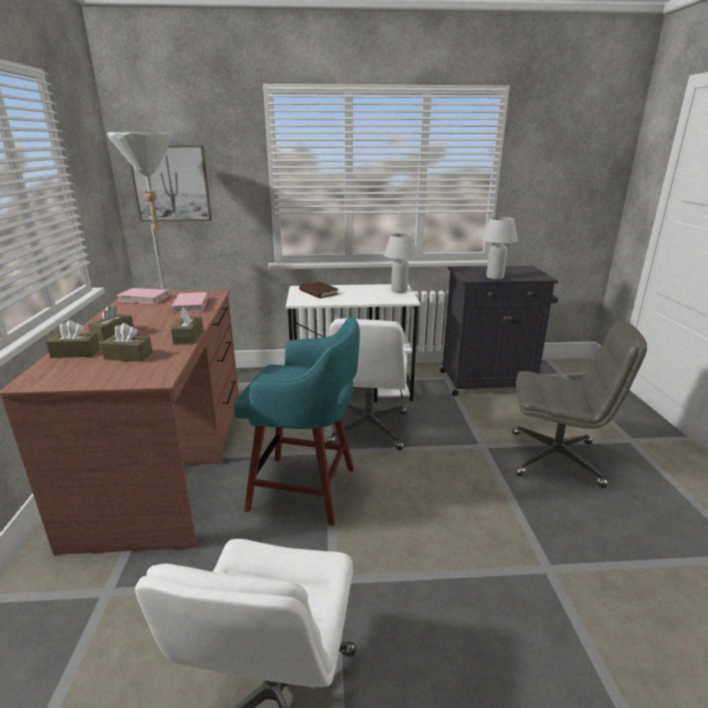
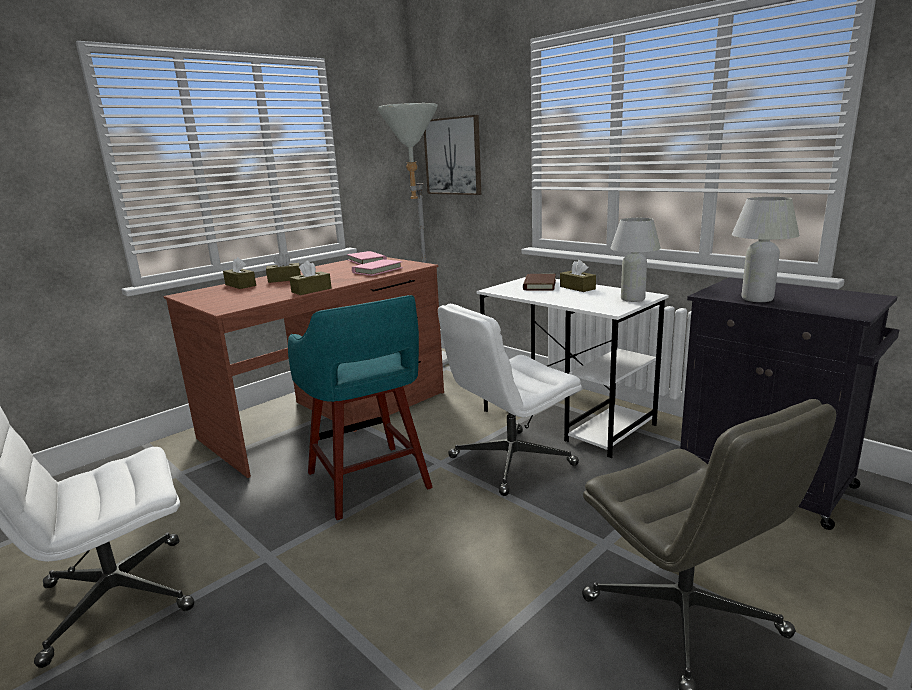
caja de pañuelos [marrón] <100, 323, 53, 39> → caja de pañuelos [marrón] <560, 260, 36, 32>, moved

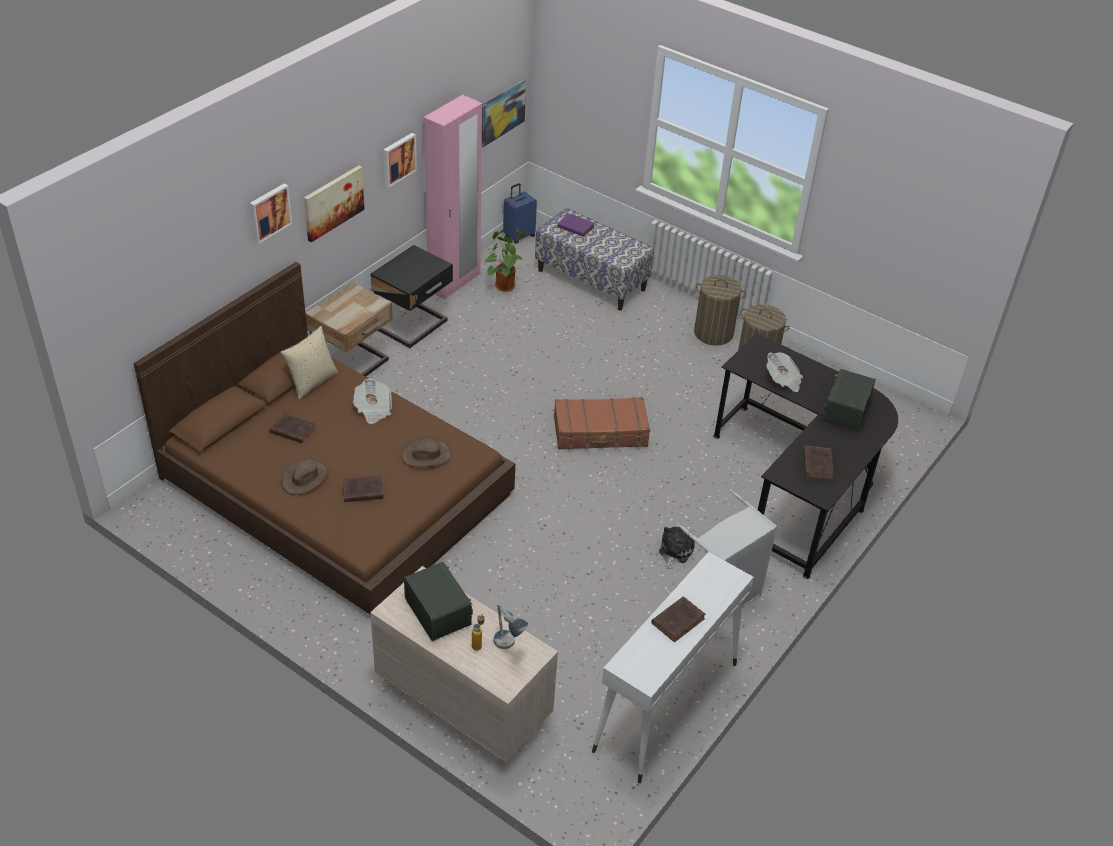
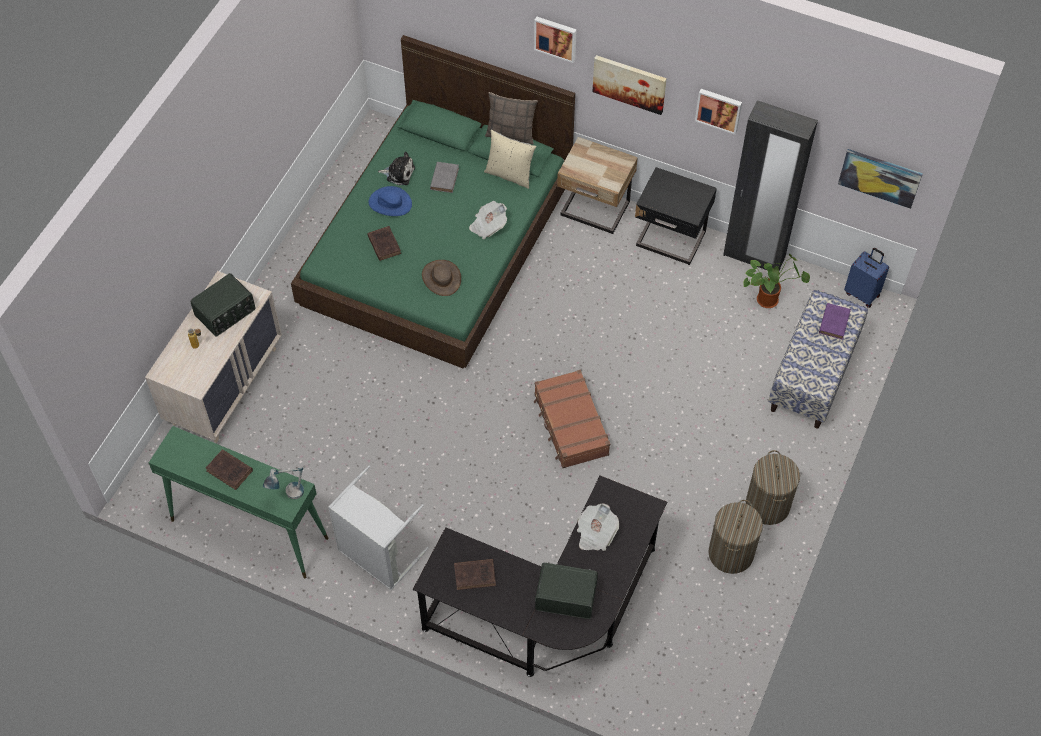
armario ropero [rosa] <424, 95, 58, 205> → armario ropero [negro] <723, 100, 95, 170>
cama [marrón] <133, 262, 382, 352> → cama [verde] <291, 35, 284, 334>
libro [marrón] <269, 413, 46, 30> → libro [gris] <430, 162, 29, 31>
sombrero [marrón] <281, 459, 48, 36> → sombrero [azul] <368, 186, 44, 30>
peluche <659, 527, 36, 42> → peluche <378, 151, 37, 34>, moved
mesa consola [blanco] <592, 552, 162, 231> → mesa consola [verde] <149, 426, 180, 152>
lámpara de mesa <494, 605, 34, 44> → lámpara de mesa <263, 468, 41, 31>, moved
- → cojín <485, 92, 53, 53>

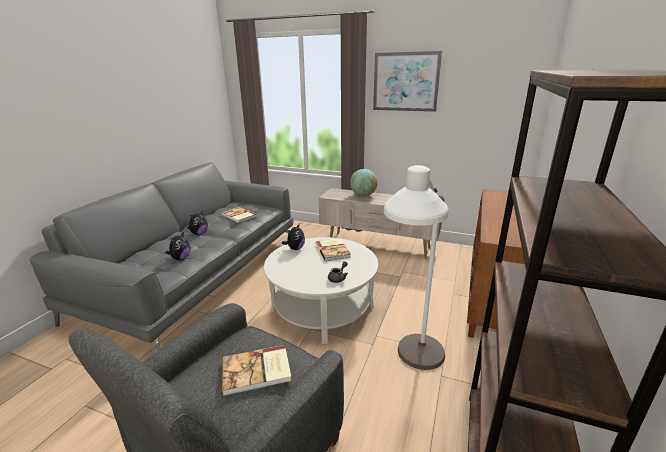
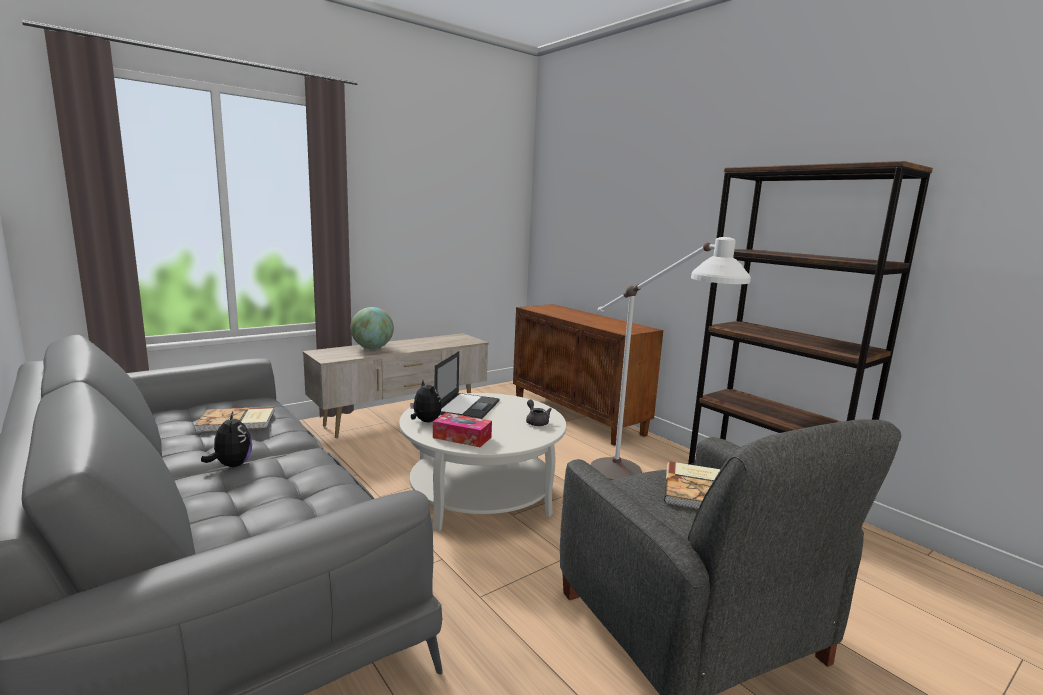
cuadro <373, 51, 69, 61> → -
peluche <166, 231, 25, 29> → -
libro <316, 238, 35, 23> → portátil <435, 351, 64, 68>
- → caja de pañuelos <433, 413, 59, 34>

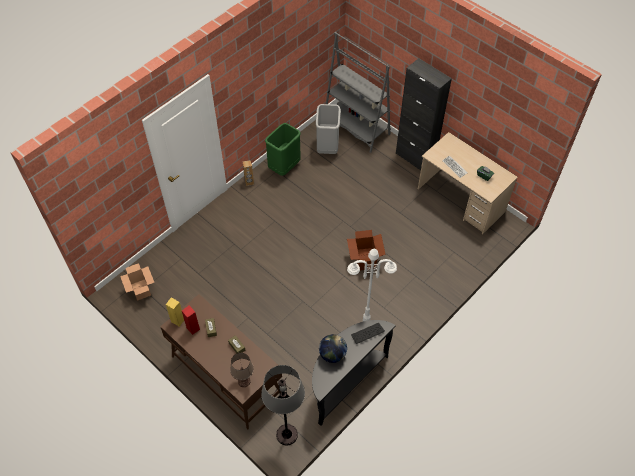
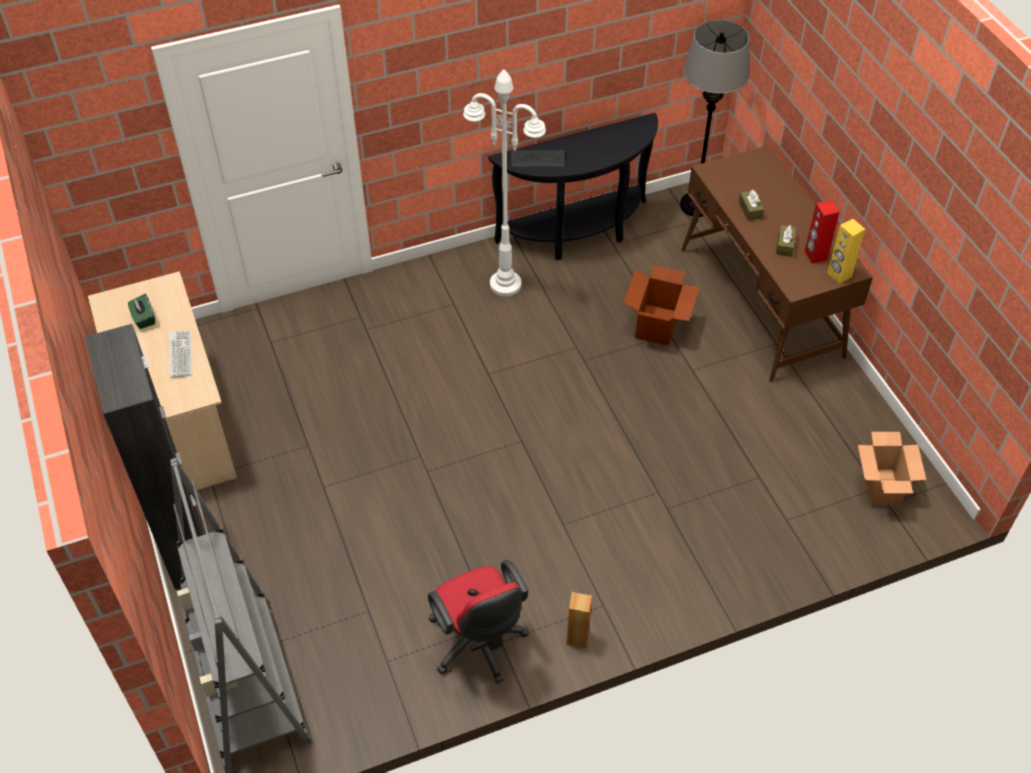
papelera [gris] <316, 104, 25, 50> → -
papelera [verde] <265, 123, 36, 53> → silla de oficina [rojo] <428, 560, 101, 124>
caja de cartón <347, 230, 39, 40> → caja de cartón <624, 265, 76, 81>, moved
globo terráqueo <319, 334, 28, 29> → -
lámpara de mesa [marrón] <230, 353, 24, 34> → -

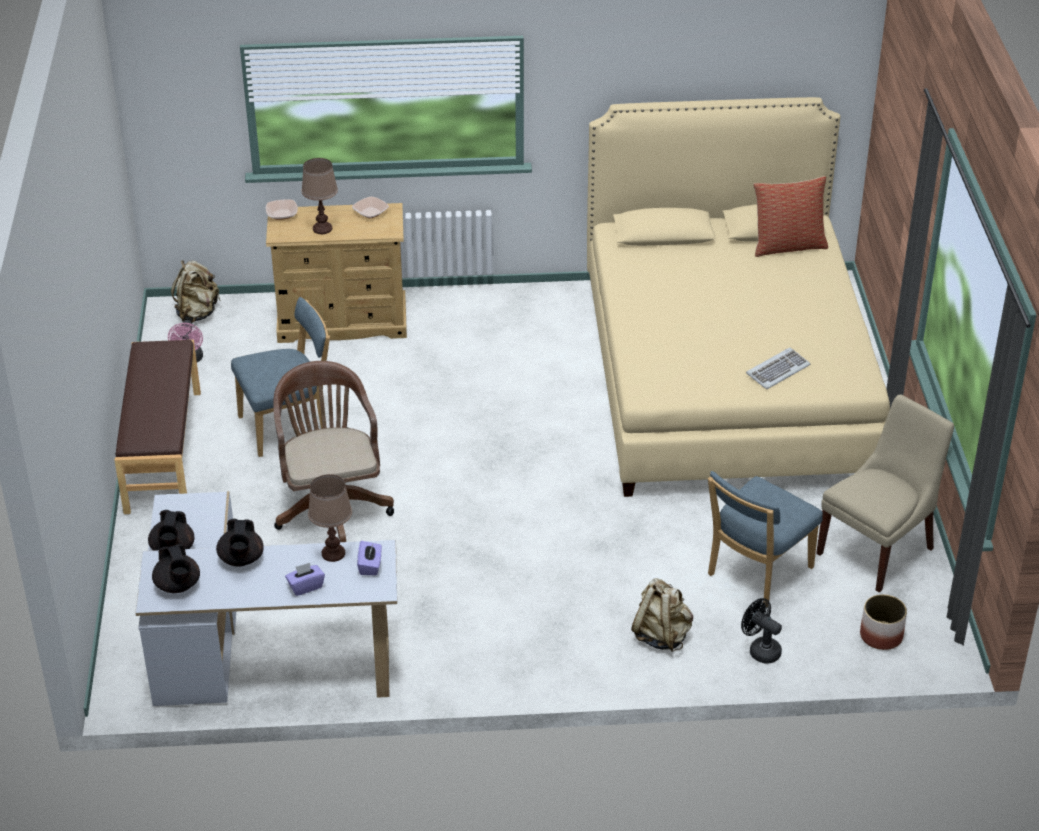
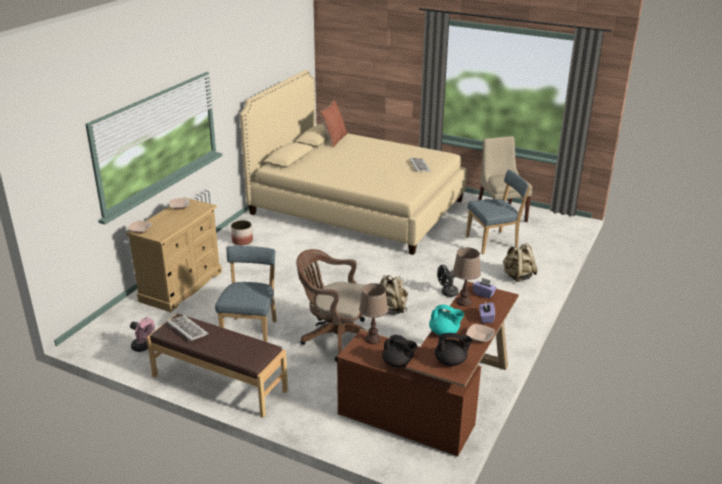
lámpara de mesa [marrón] <301, 158, 37, 76> → lámpara de mesa [marrón] <359, 283, 29, 61>, moved
mochila [beis] <171, 260, 50, 63> → mochila [beis] <379, 275, 29, 40>, moved
silla [azul] <708, 471, 115, 136> → silla [azul] <466, 169, 65, 85>, 90 degrees counterclockwise
escritorio [blanco] <135, 491, 262, 215> → escritorio [marrón] <337, 281, 182, 176>
tetera [negro] <216, 519, 48, 48> → tetera [turquesa] <429, 305, 35, 30>
maceta <860, 594, 47, 56> → maceta <231, 220, 22, 25>, moved
ventilador [negro] <741, 598, 41, 66> → ventilador [negro] <437, 265, 22, 32>, moved
- → teclado <167, 315, 42, 26>
- → cuenco <466, 324, 29, 19>

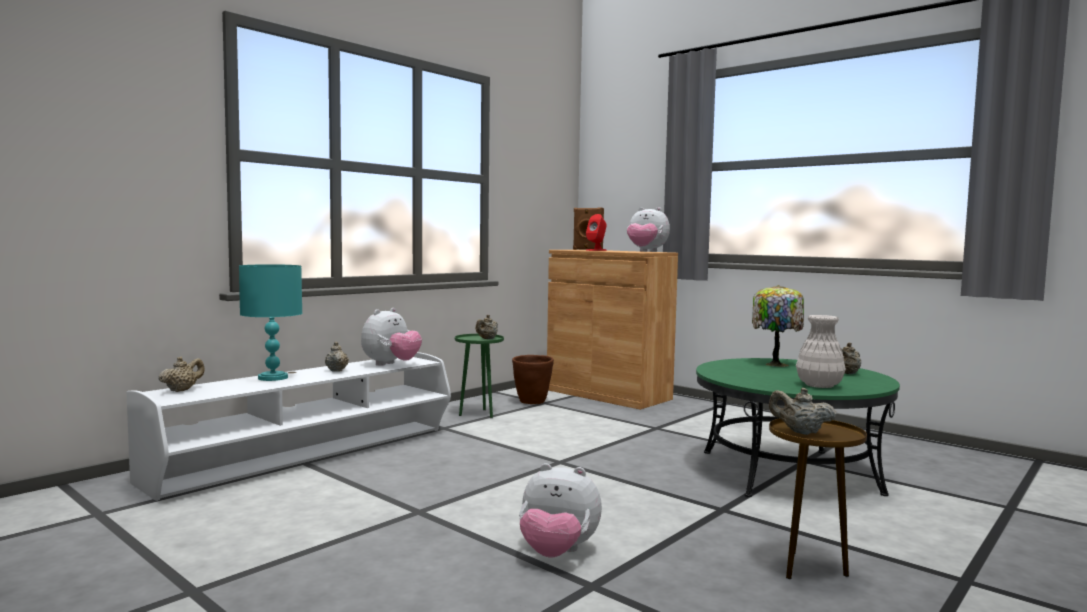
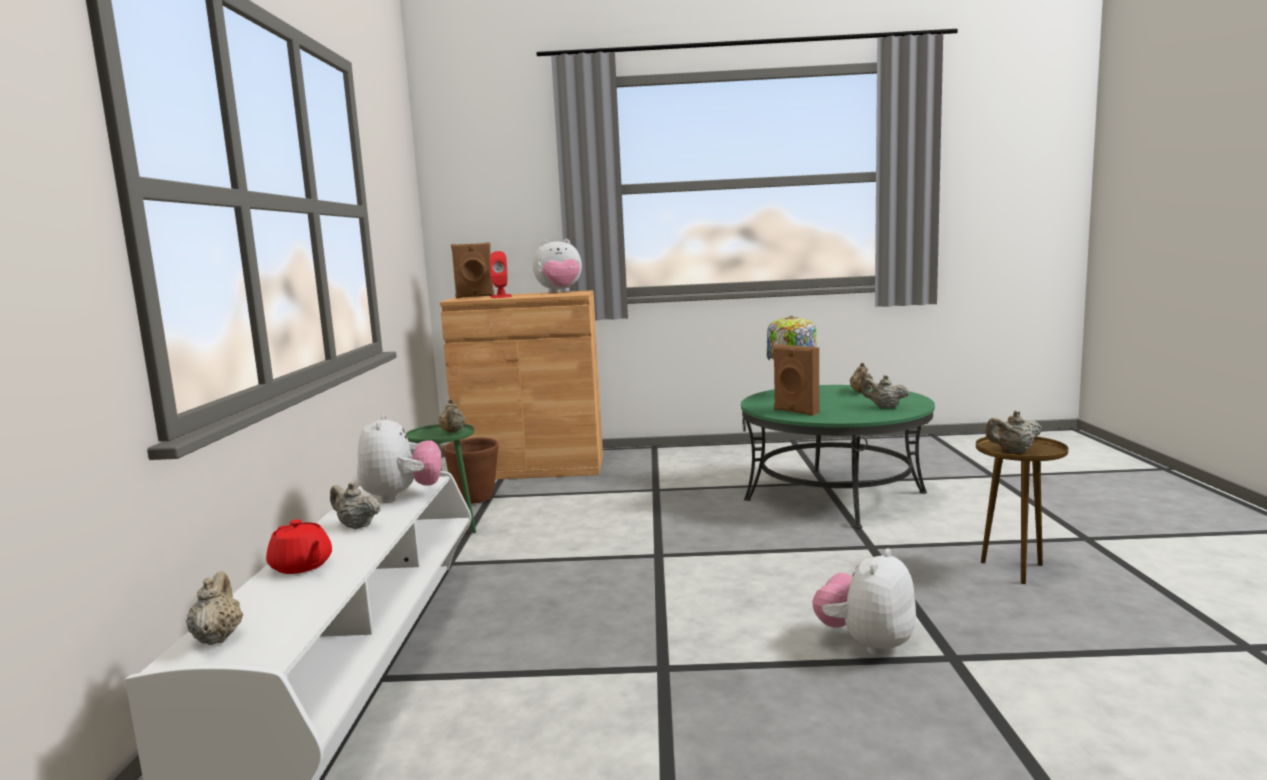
lámpara de mesa [turquesa] <239, 264, 63, 117> → tetera [rojo] <266, 519, 66, 55>
florero [blanco] <796, 315, 50, 73> → tetera [beis] <861, 375, 48, 34>
peluche <519, 463, 83, 94> → peluche <812, 548, 104, 108>, 150 degrees clockwise
- → altavoz [marrón] <773, 345, 46, 71>

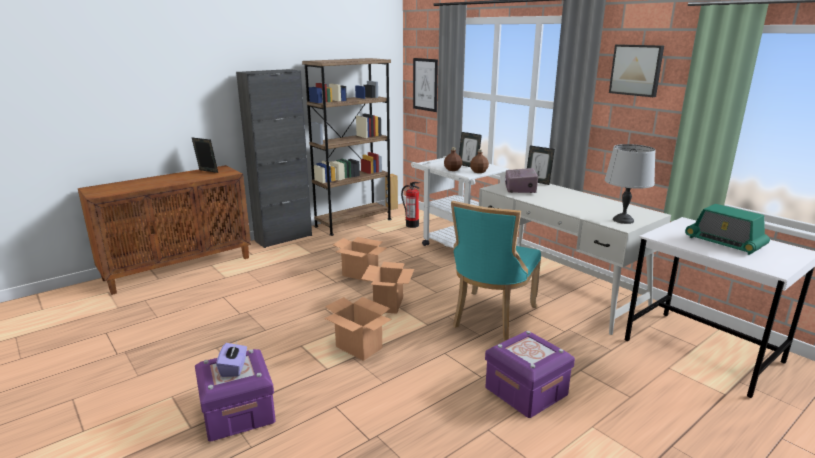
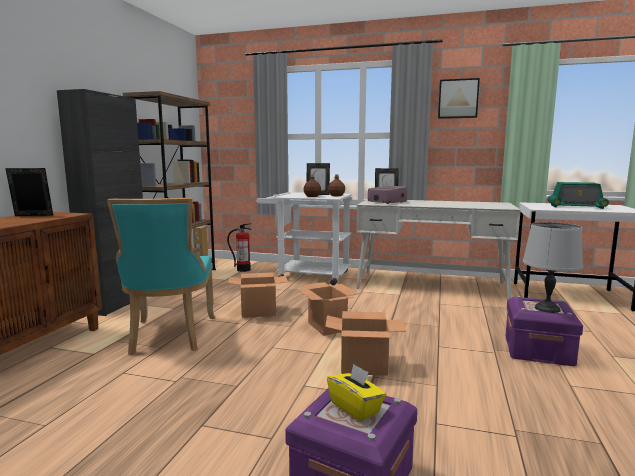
cuadro <413, 58, 25, 54> → -
lámpara de mesa [gris] <605, 144, 51, 80> → lámpara de mesa [gris] <523, 222, 60, 91>, moved
silla [turquesa] <451, 201, 90, 139> → silla [turquesa] <107, 198, 108, 157>, moved
caja de pañuelos [morado] <216, 341, 31, 36> → caja de pañuelos [amarillo] <327, 363, 59, 58>

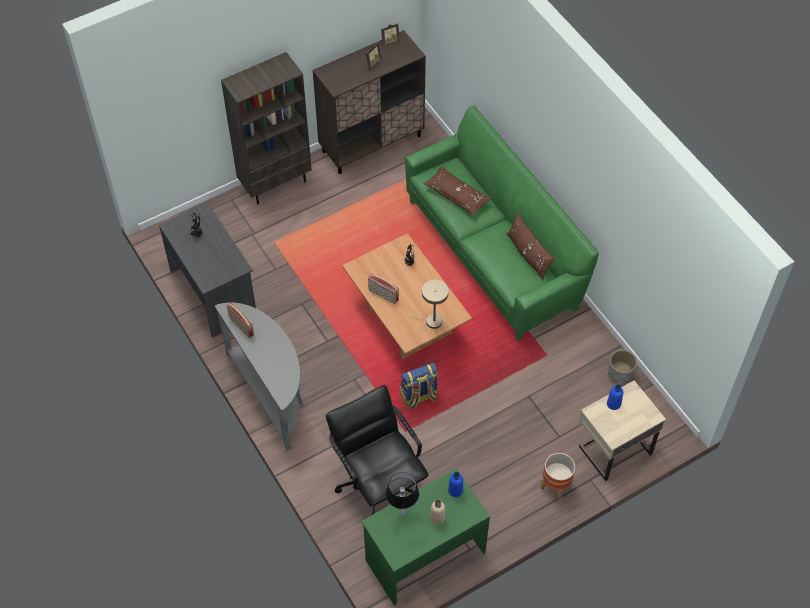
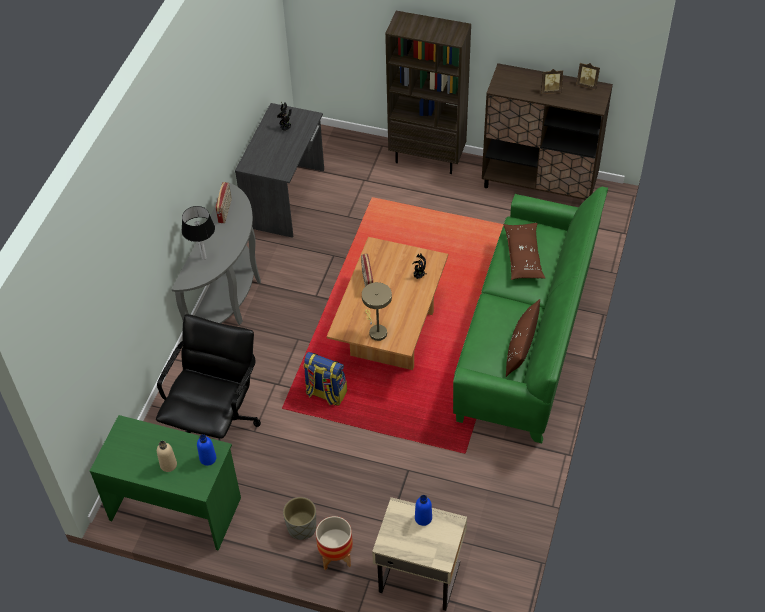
maceta [gris] <608, 350, 29, 35> → maceta [gris] <283, 497, 33, 43>, moved
lámpara de mesa <385, 472, 34, 43> → lámpara de mesa <182, 206, 33, 54>, moved

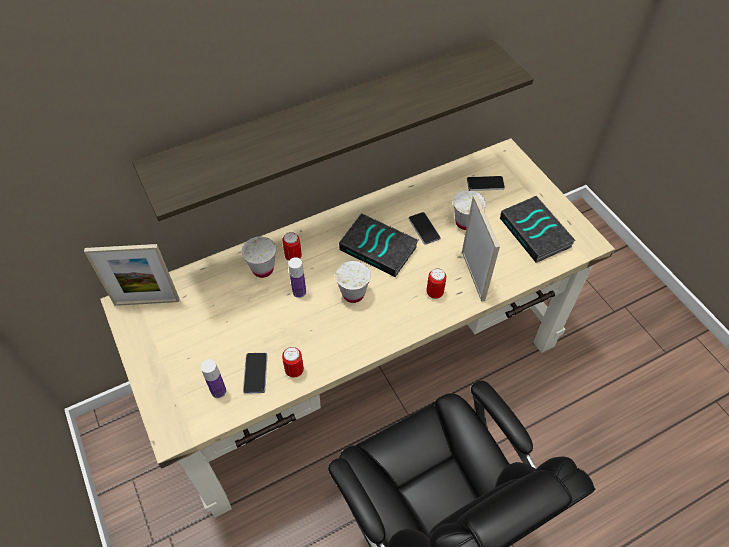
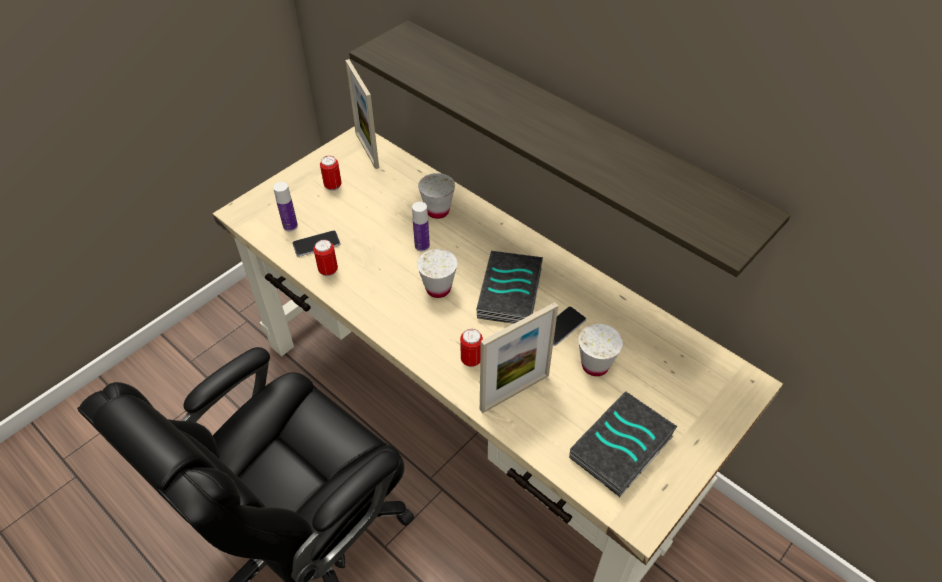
móvil <467, 176, 38, 15> → -
lata <282, 232, 20, 29> → lata <320, 156, 22, 35>, moved

